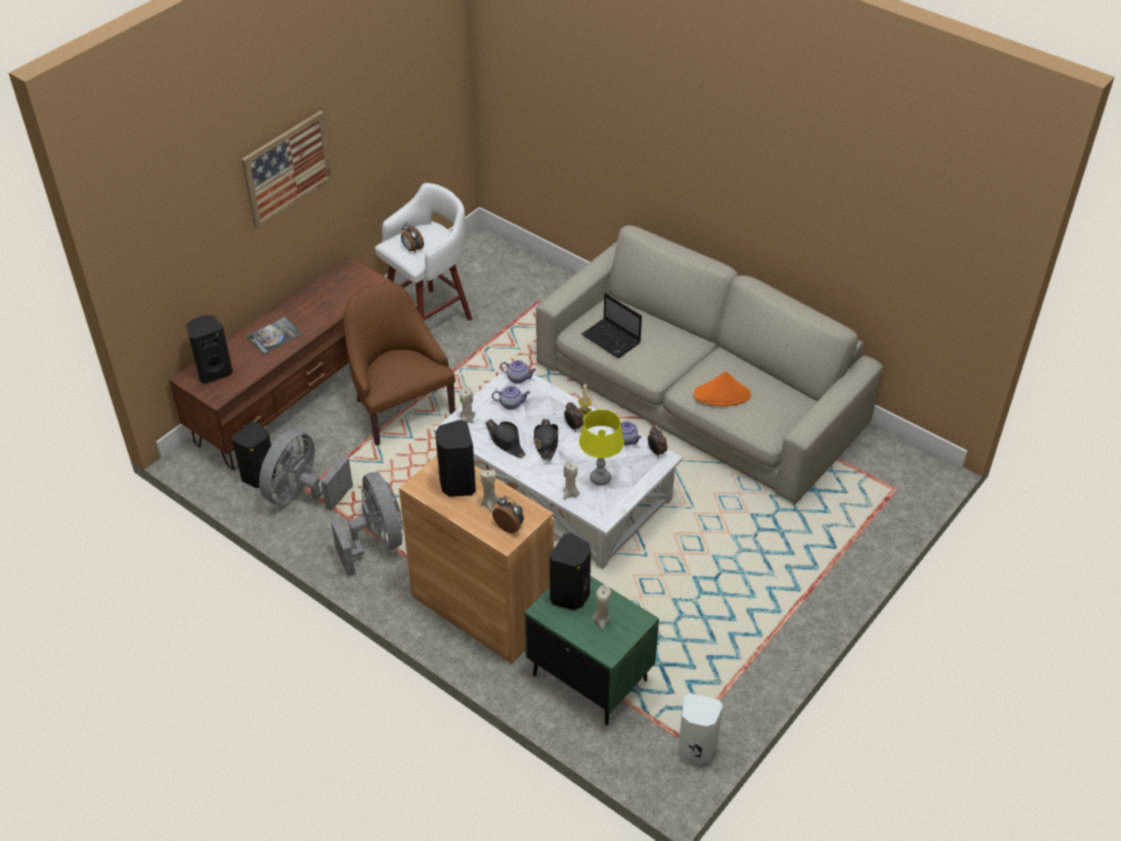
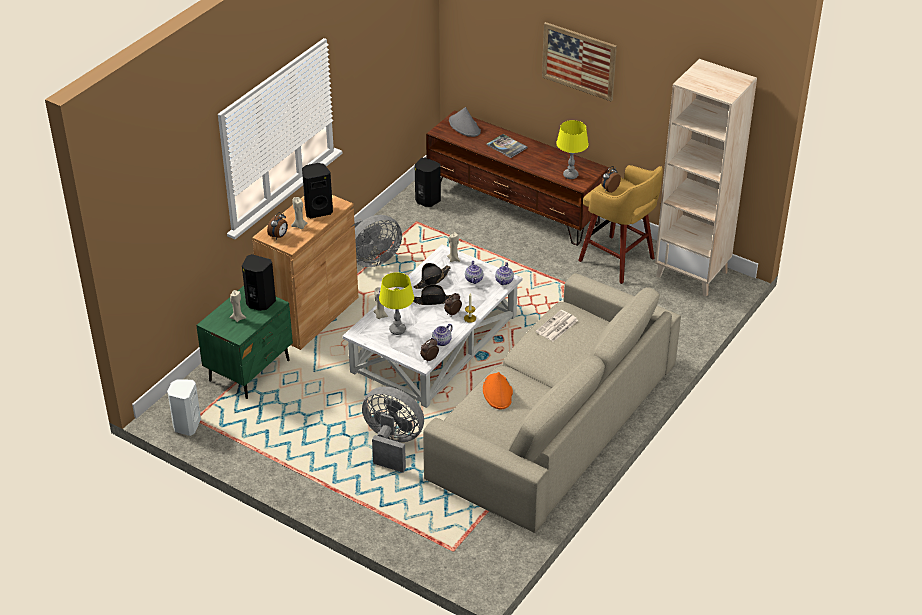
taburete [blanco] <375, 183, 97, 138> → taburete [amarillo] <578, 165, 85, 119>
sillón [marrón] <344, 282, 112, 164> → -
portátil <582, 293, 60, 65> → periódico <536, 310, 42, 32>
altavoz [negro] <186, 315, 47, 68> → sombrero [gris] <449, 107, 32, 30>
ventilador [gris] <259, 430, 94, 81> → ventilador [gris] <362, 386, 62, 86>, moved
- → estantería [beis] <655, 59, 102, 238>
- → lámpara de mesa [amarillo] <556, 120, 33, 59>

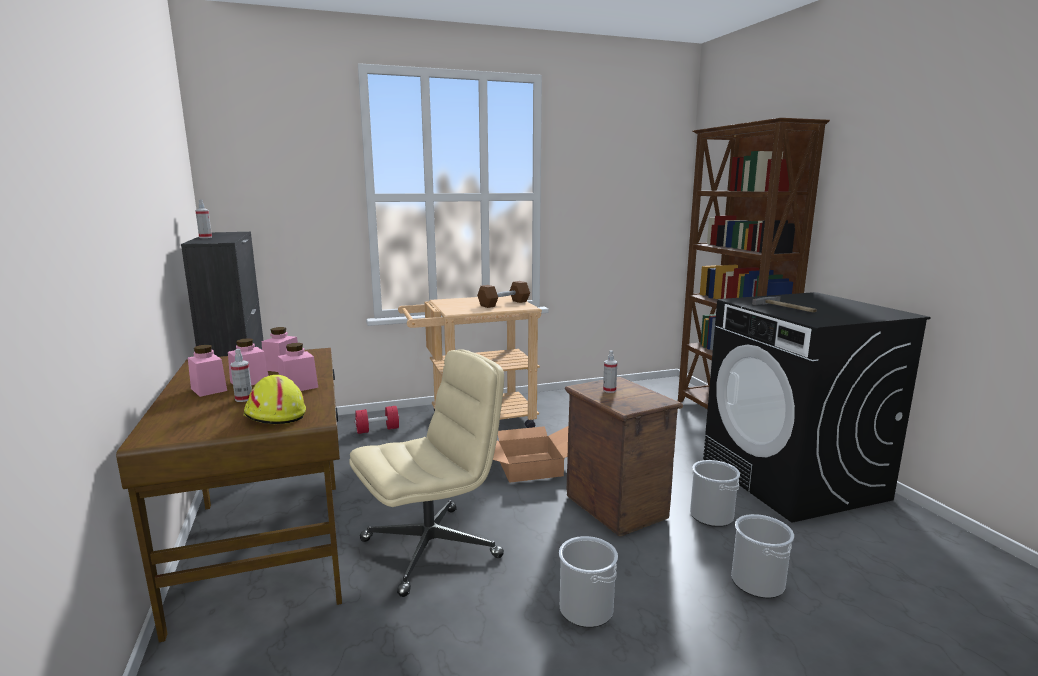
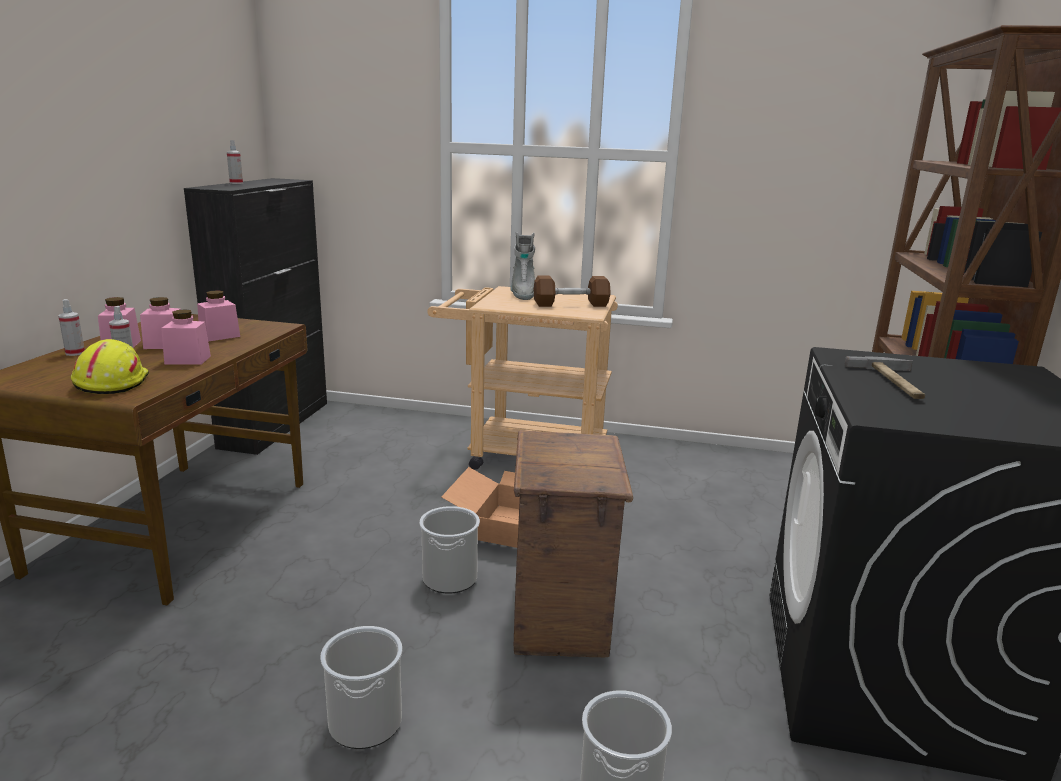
silla de oficina [beis] <350, 349, 154, 248> → -
pulverizador <603, 350, 14, 43> → pulverizador <58, 299, 27, 57>, moved
mancuerna [rojo] <355, 406, 44, 28> → -
cubo <690, 460, 50, 67> → cubo <420, 506, 60, 88>, moved
- → bota [gris] <510, 232, 25, 68>

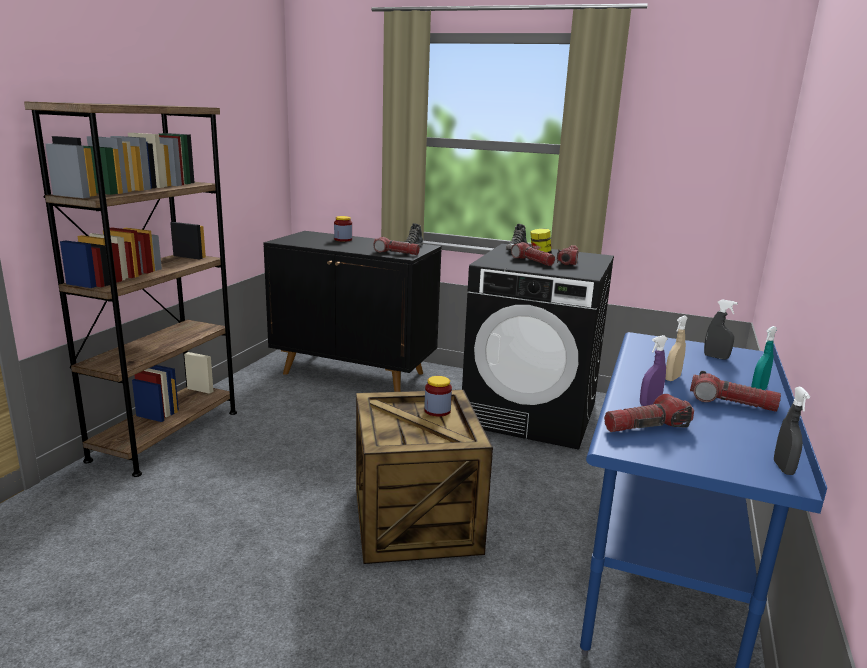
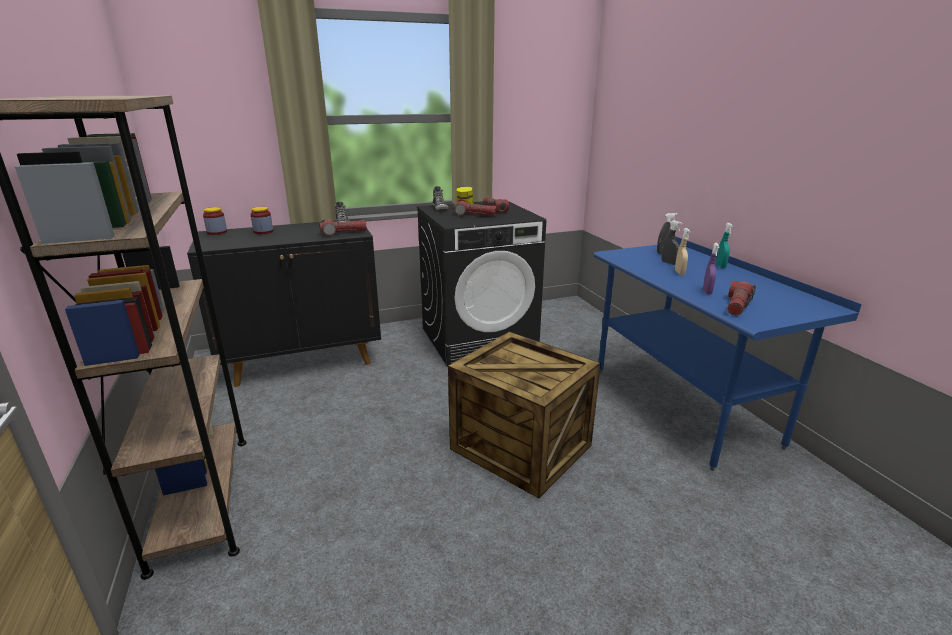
linterna <690, 371, 91, 41> → -
tarro <424, 376, 28, 41> → tarro <203, 207, 24, 28>, moved
pulverizador [gris] <774, 387, 36, 88> → pulverizador [gris] <662, 220, 20, 45>, moved

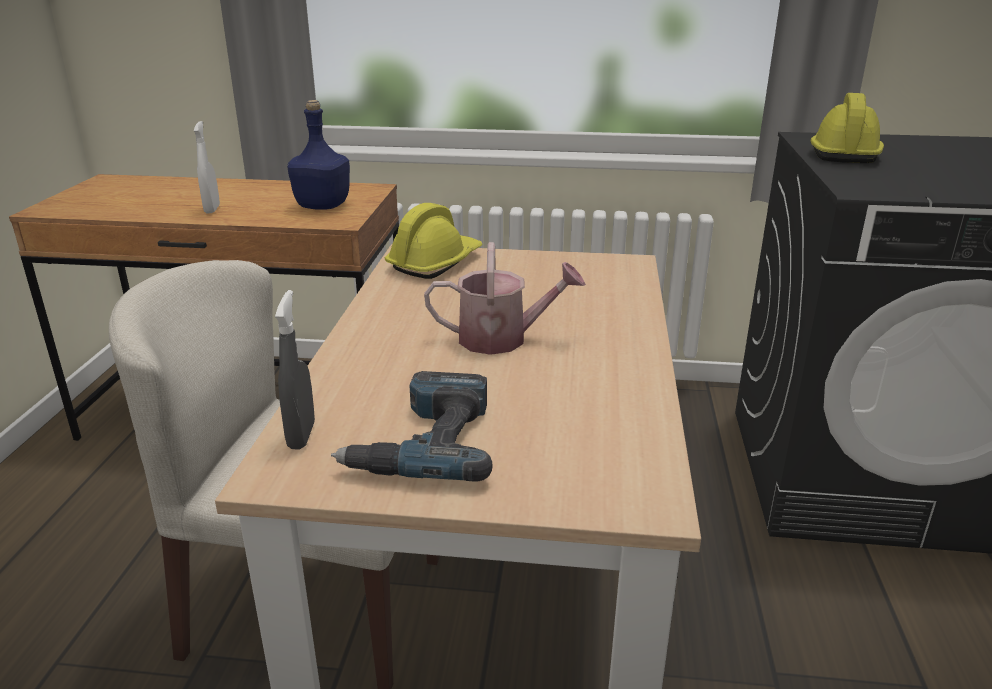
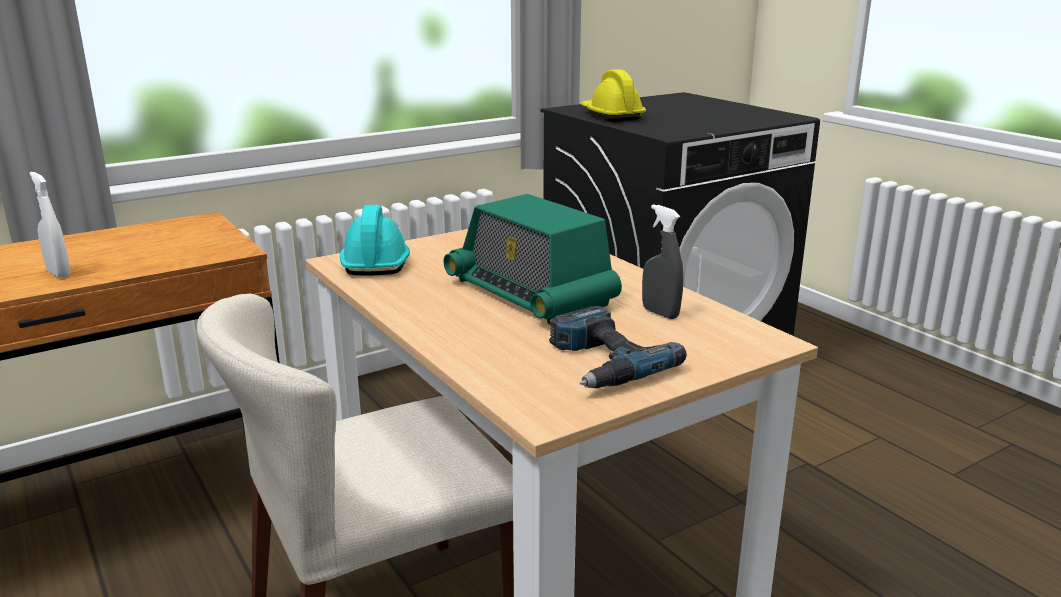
botella [azul] <287, 100, 63, 110> → -
casco [amarillo] <384, 203, 99, 76> → casco [turquesa] <340, 205, 70, 71>
regadera <424, 242, 162, 113> → radio <443, 194, 179, 130>
pulverizador [gris] <275, 290, 40, 159> → pulverizador [gris] <642, 204, 41, 115>, moved

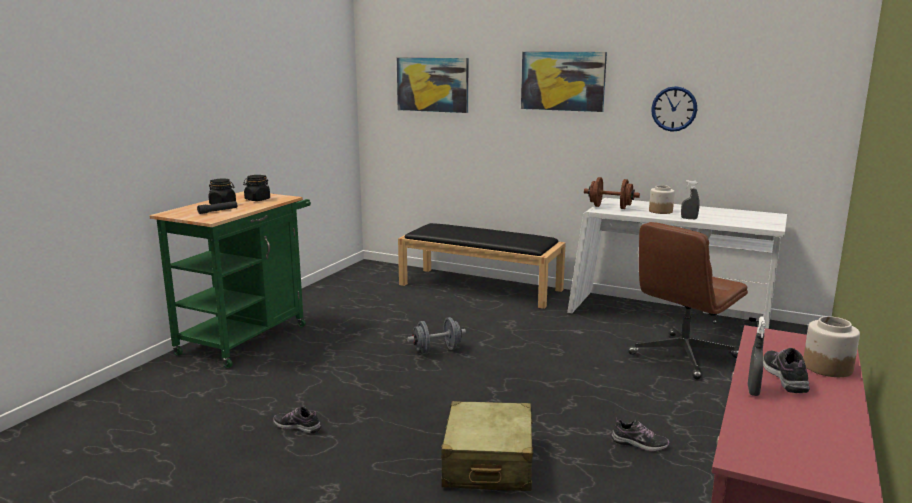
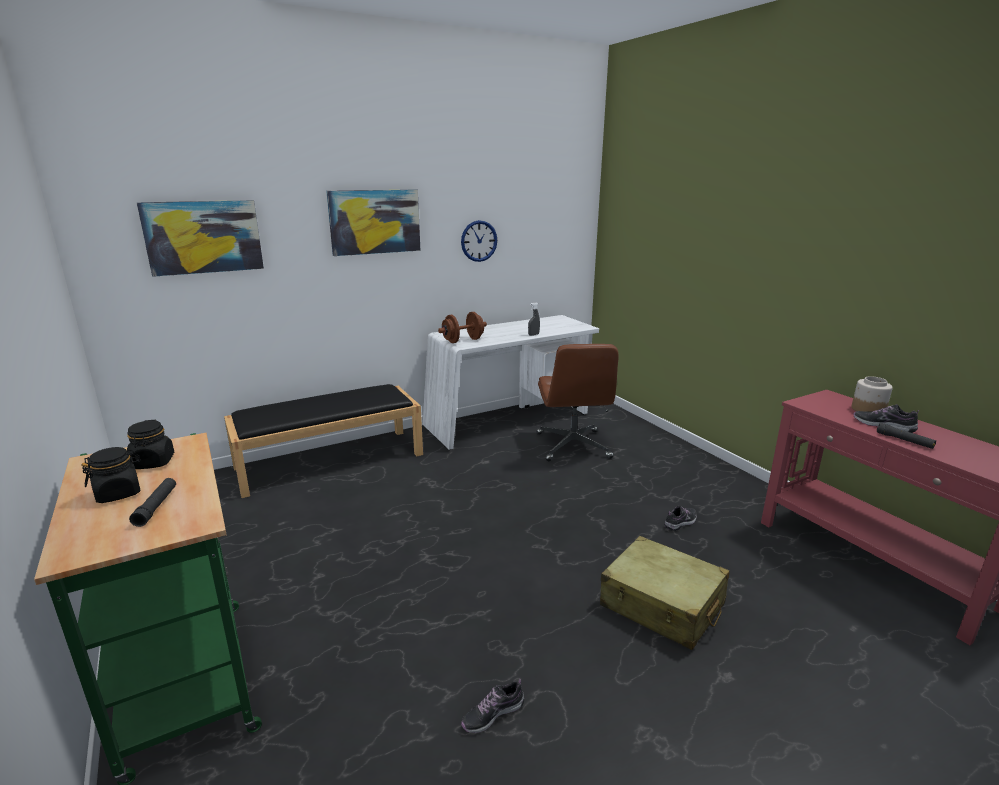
tarro <649, 185, 26, 29> → -
pulverizador [gris] <748, 316, 18, 80> → linterna [negro] <877, 423, 59, 26>
mancuerna [gris] <407, 317, 59, 37> → -

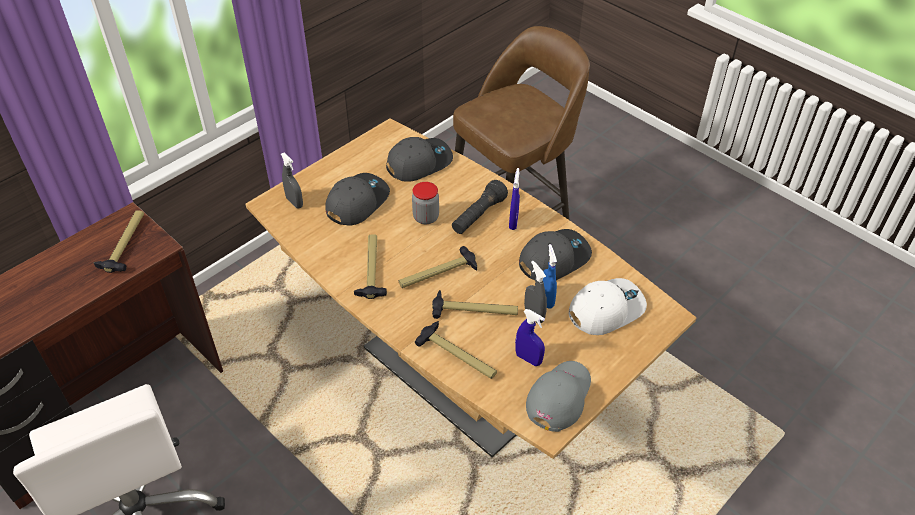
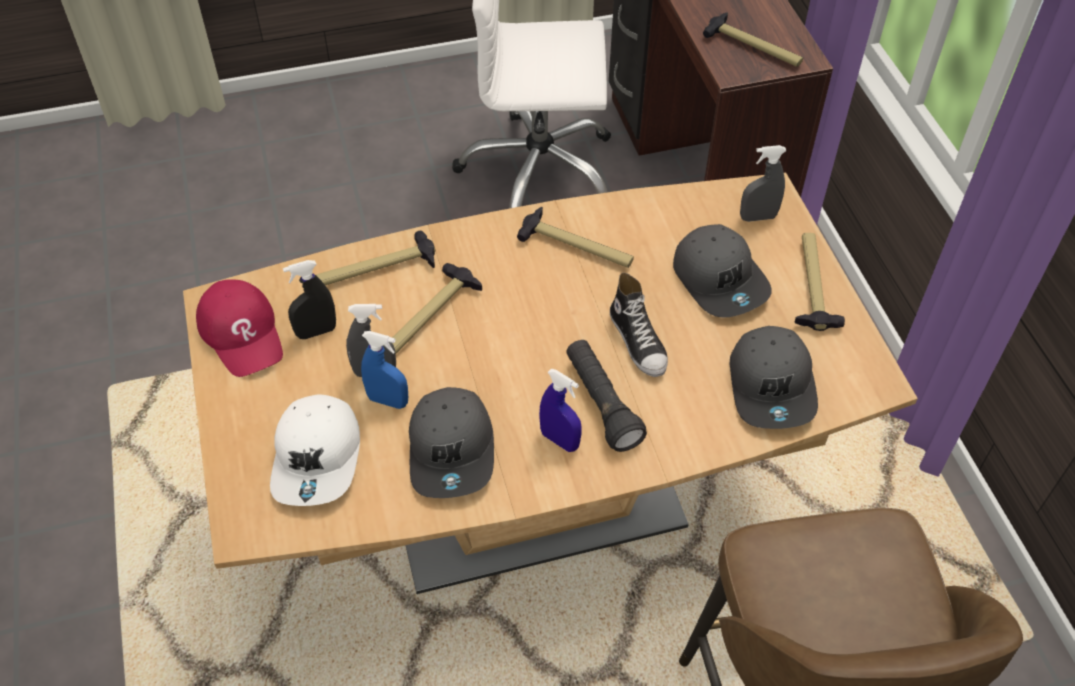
tarro <412, 182, 27, 43> → zapato <610, 273, 58, 104>
martillo <399, 246, 78, 42> → martillo <794, 233, 51, 98>, moved
pulverizador [azul] <515, 309, 30, 57> → pulverizador [negro] <283, 260, 53, 79>
gorra [gris] <526, 361, 65, 71> → gorra [rojo] <196, 279, 87, 98>

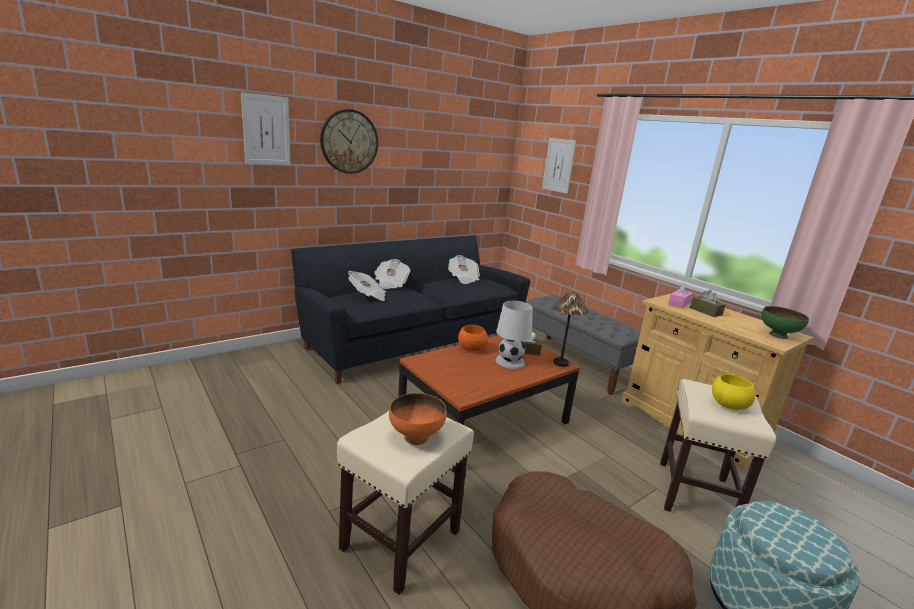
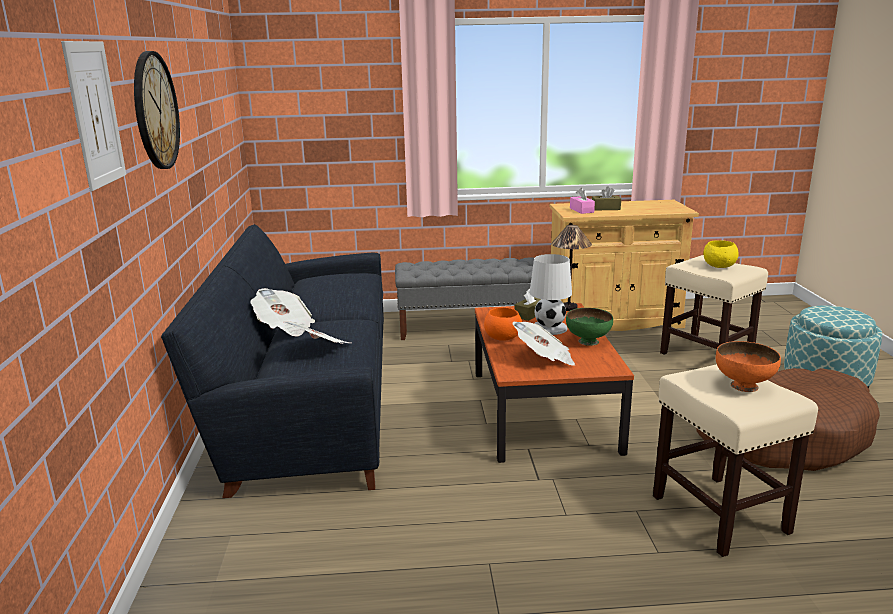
cuadro <542, 138, 34, 56> → -
periódico <448, 255, 32, 29> → periódico <512, 322, 63, 44>, moved
cuenco [verde] <761, 306, 48, 33> → cuenco [verde] <566, 308, 47, 38>, moved

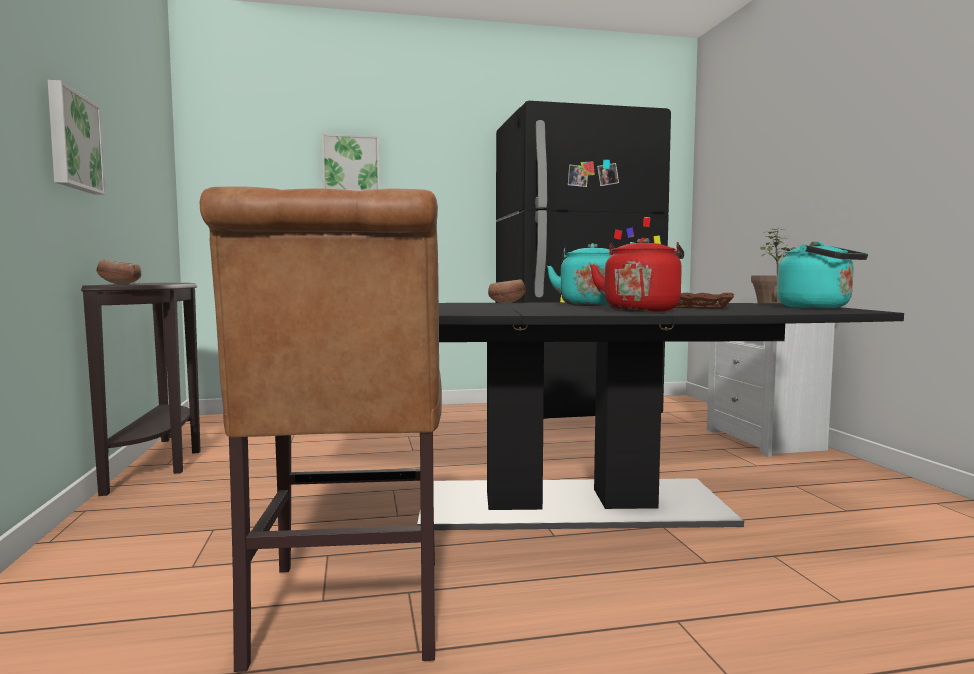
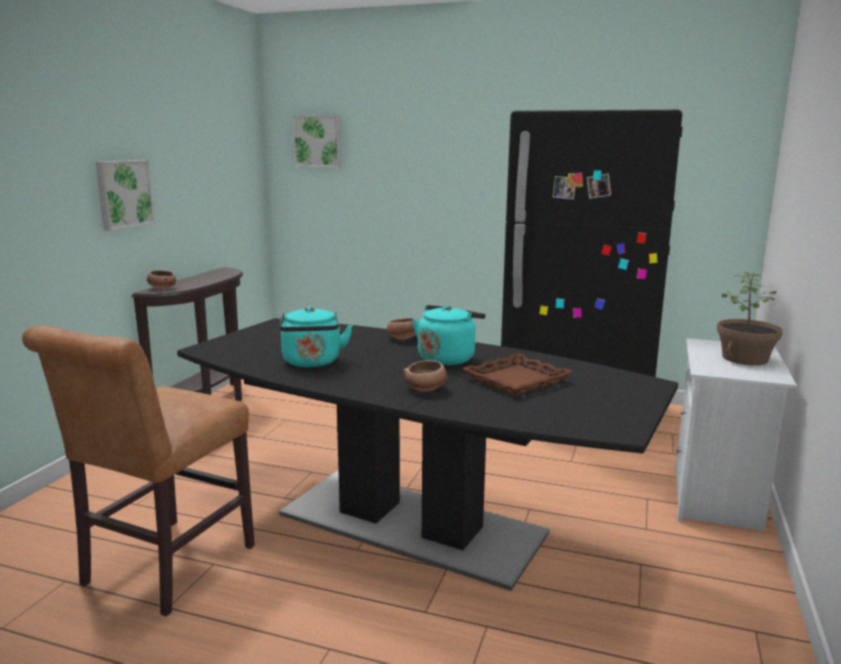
cuadro <321, 133, 59, 58> → cuadro <292, 115, 49, 53>, moved
hervidor [rojo] <590, 238, 94, 74> → cuenco <403, 360, 44, 31>
hervidor [turquesa] <777, 241, 91, 67> → hervidor [turquesa] <280, 306, 73, 61>, moved

